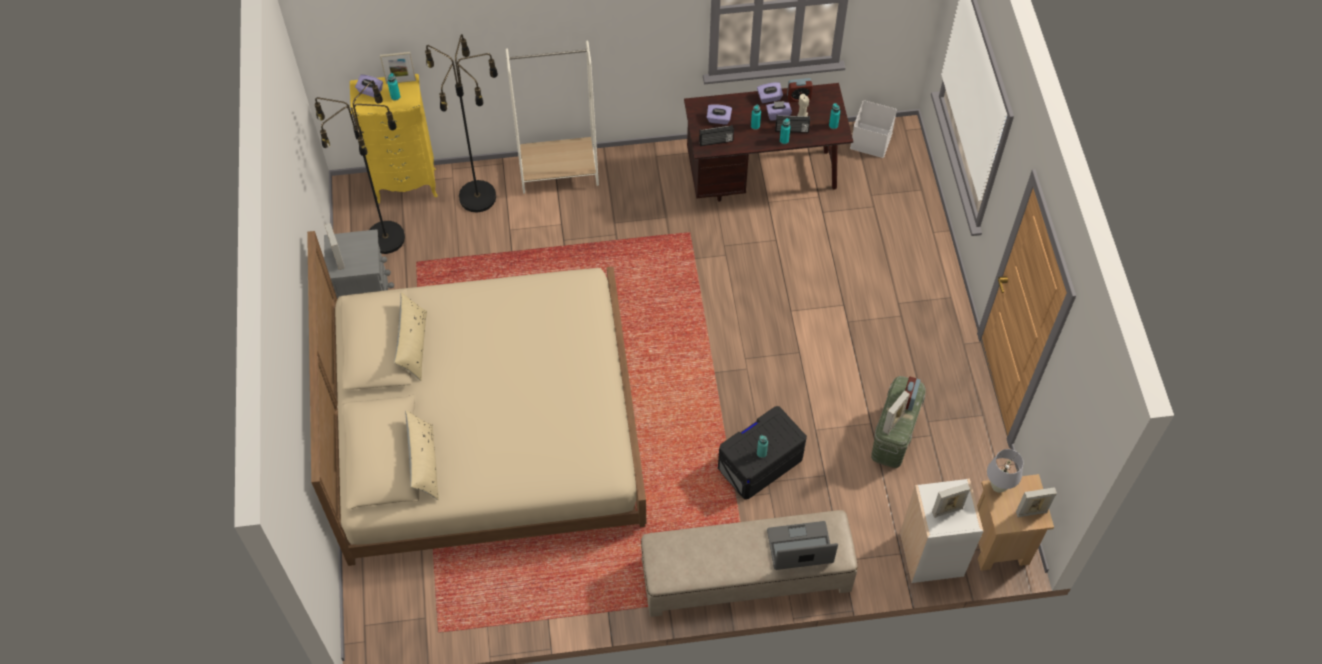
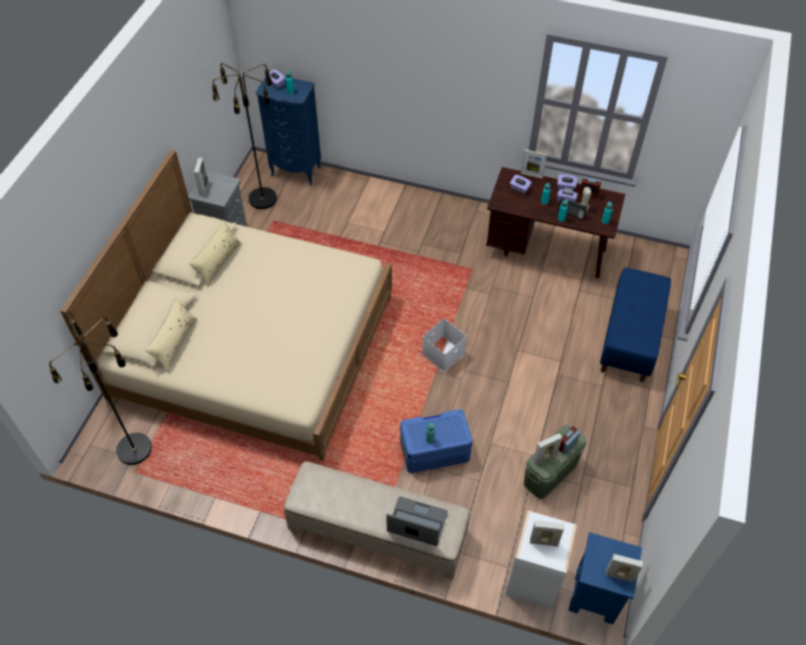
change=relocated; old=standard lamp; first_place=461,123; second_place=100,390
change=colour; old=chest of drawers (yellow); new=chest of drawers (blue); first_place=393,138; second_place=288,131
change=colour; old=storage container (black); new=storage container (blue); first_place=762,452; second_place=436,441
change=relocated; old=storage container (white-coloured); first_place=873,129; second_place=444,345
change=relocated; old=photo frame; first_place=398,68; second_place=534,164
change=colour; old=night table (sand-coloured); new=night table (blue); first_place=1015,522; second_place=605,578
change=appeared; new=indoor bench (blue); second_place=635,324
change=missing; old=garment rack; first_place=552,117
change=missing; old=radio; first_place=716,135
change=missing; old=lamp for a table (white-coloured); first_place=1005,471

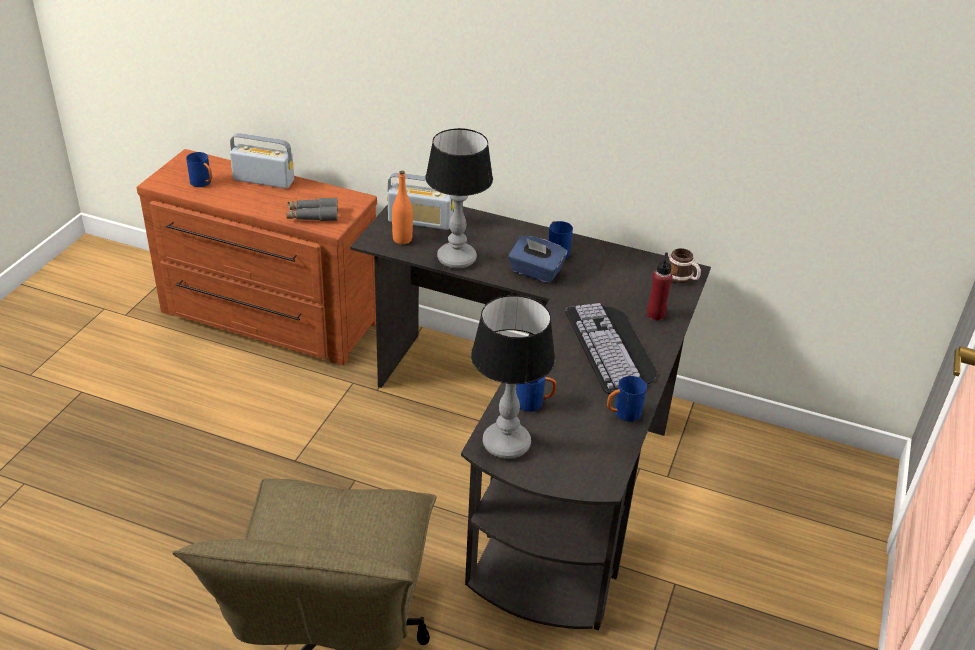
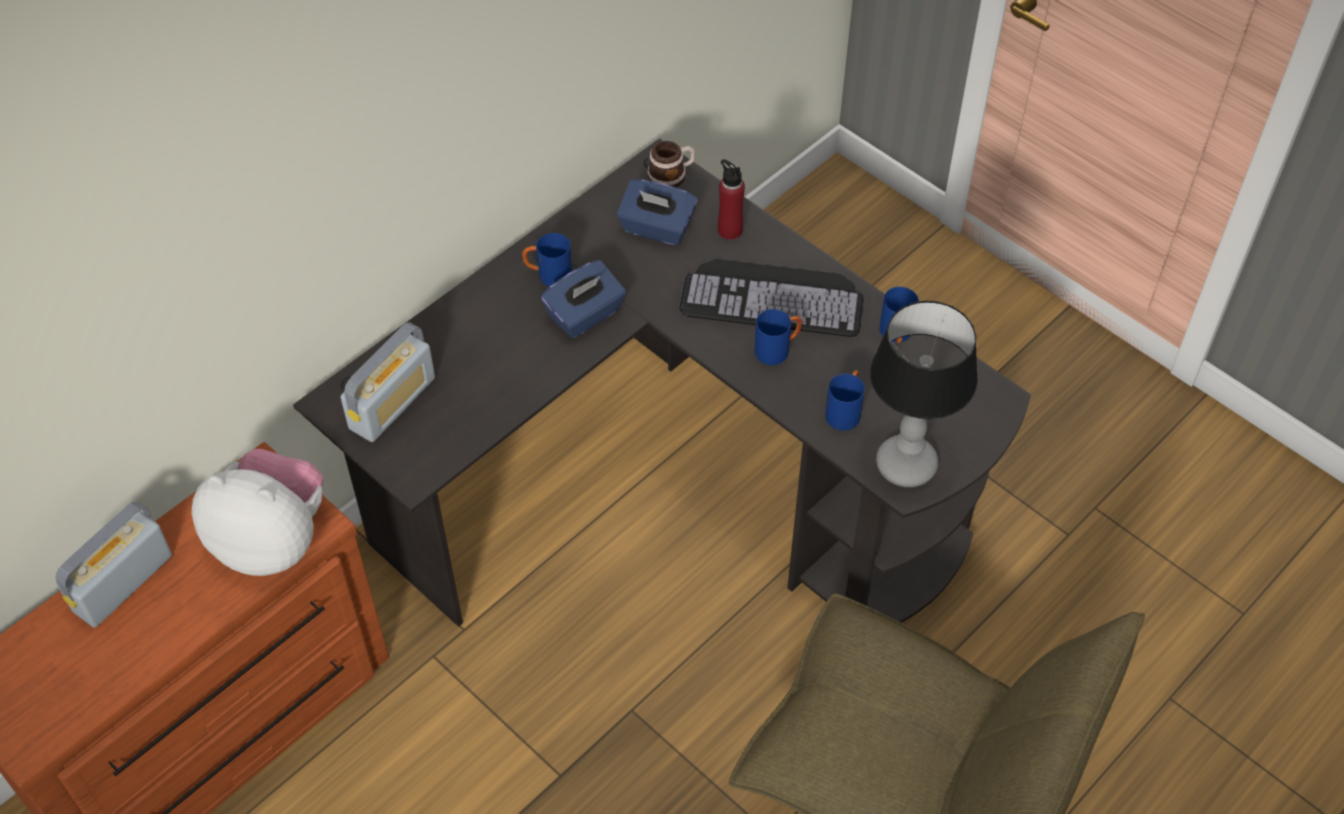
change=exchanged; old=pair of binoculars (gray); new=cuddly toy; first_place=312,209; second_place=257,512
change=appeared; new=box of tissues (blue); second_place=657,212
change=relocated; old=mug (blue); first_place=199,169; second_place=778,337
change=missing; old=beverage bottle (orange); first_place=402,207
change=missing; old=lamp for a table; first_place=459,198

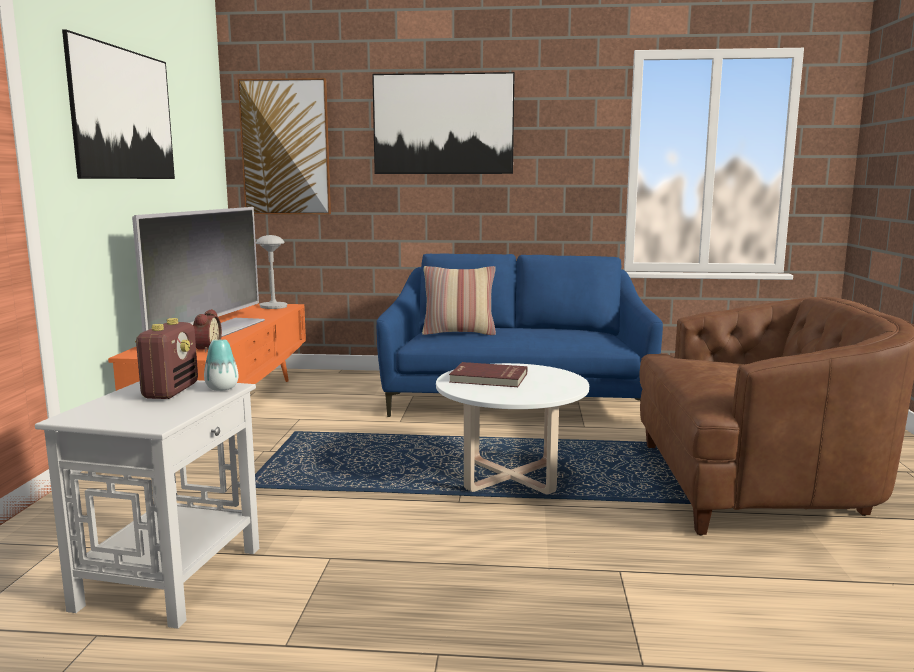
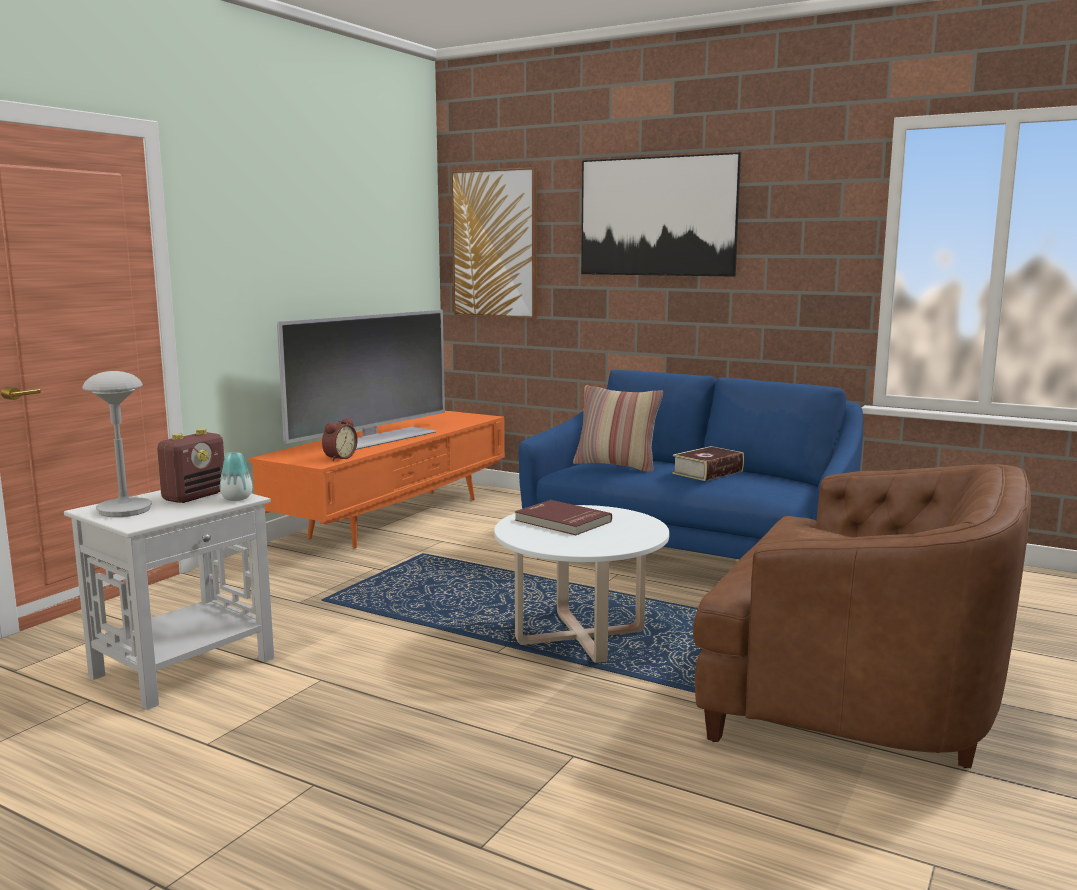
change=relocated; old=lamp for a table (gray); first_place=271,272; second_place=117,444
change=appeared; new=bound book; second_place=708,463
change=missing; old=wall picture; first_place=118,104

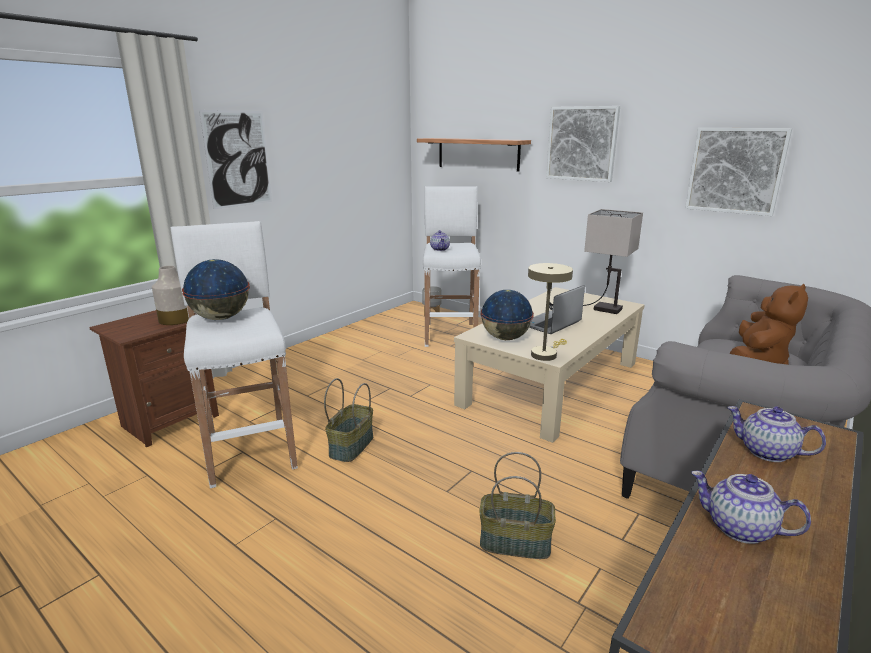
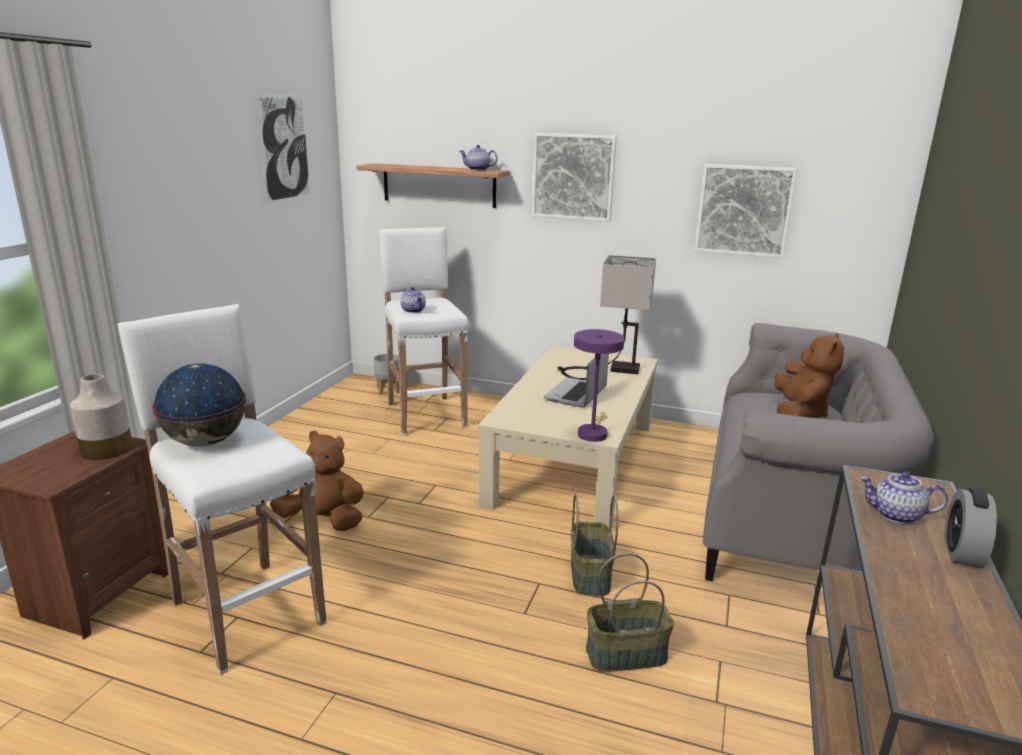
change=relocated; old=wall picture; first_place=235,159; second_place=283,148
change=appeared; new=cuddly toy (brownish); second_place=317,481
change=relocated; old=tea pot; first_place=751,507; second_place=478,157
change=relocated; old=household basket; first_place=348,420; second_place=594,545
change=colour; old=lamp for a table (sand-coloured); new=lamp for a table (purplish); first_place=550,312; second_place=599,385
change=appeared; new=table clock; second_place=970,527
change=missing; old=globe; first_place=507,315

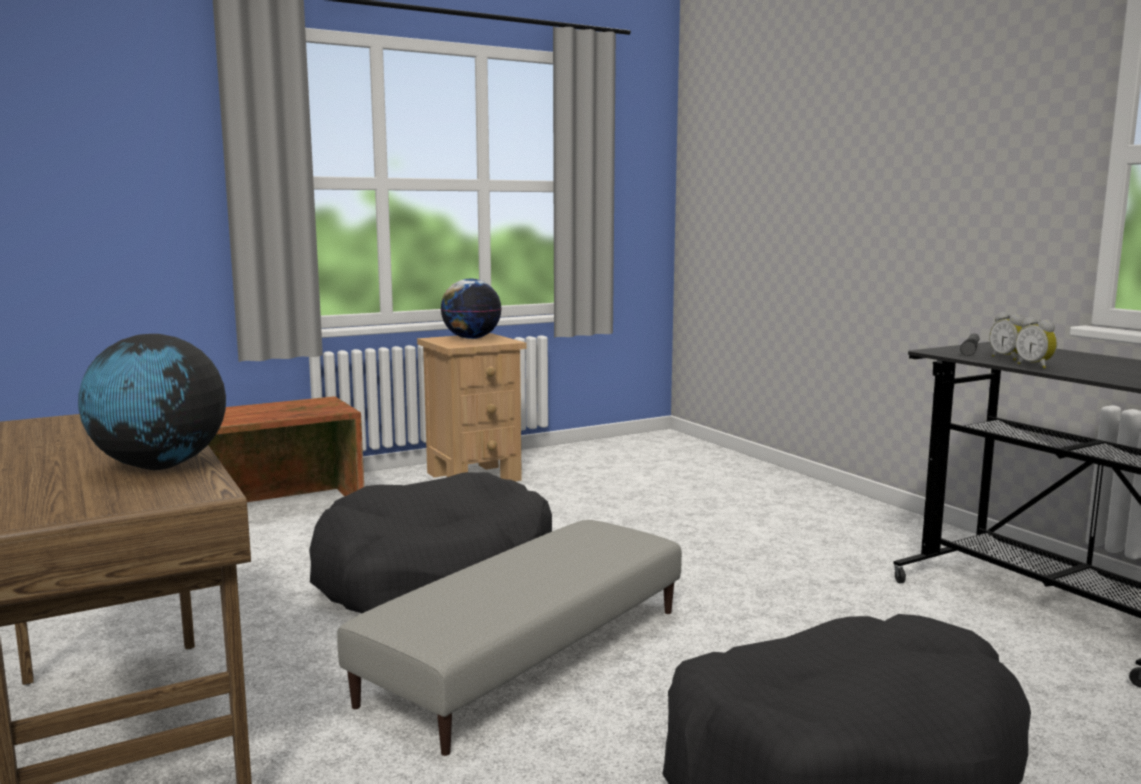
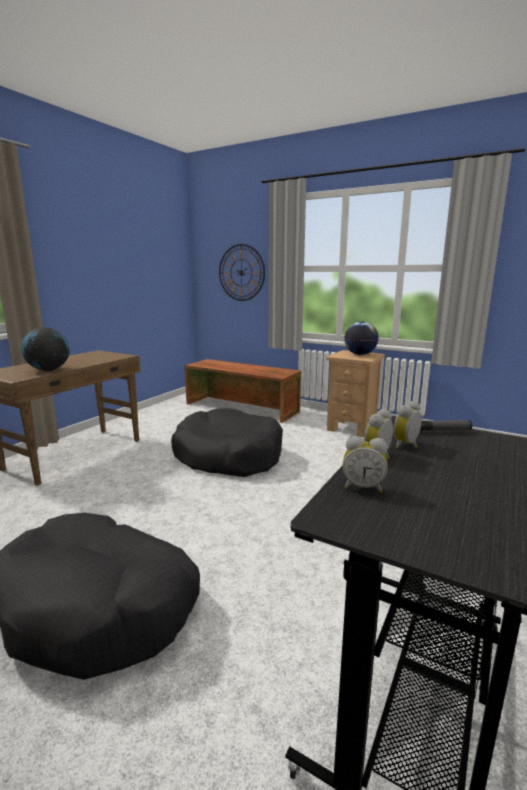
change=appeared; new=wall clock; second_place=242,272
change=appeared; new=table clock; second_place=365,464
change=missing; old=ottoman (gray); first_place=509,638

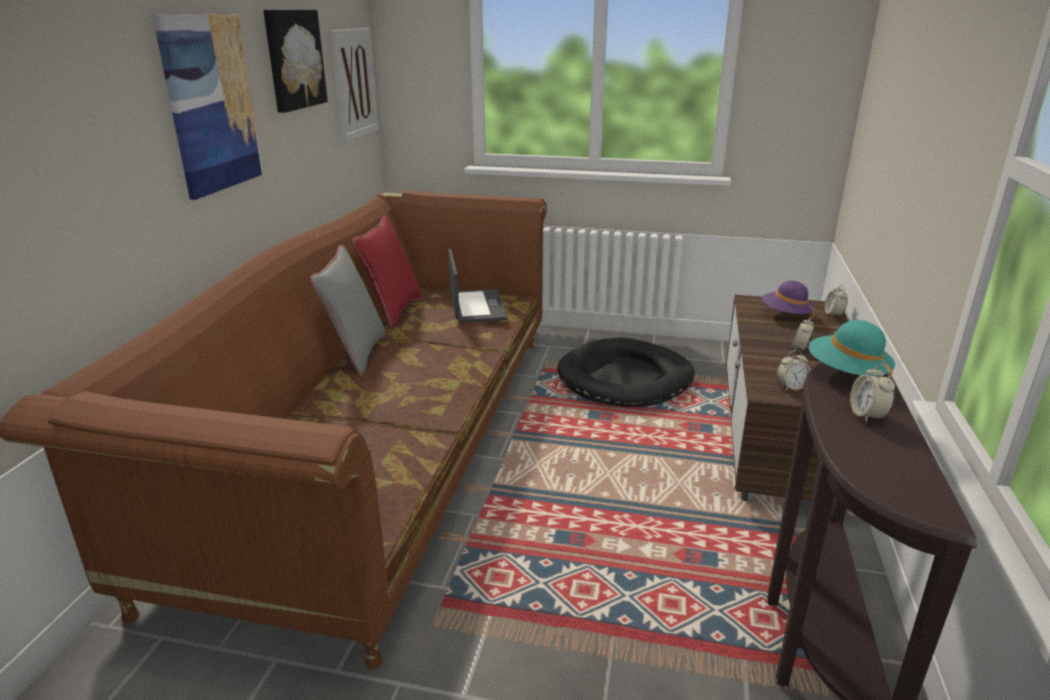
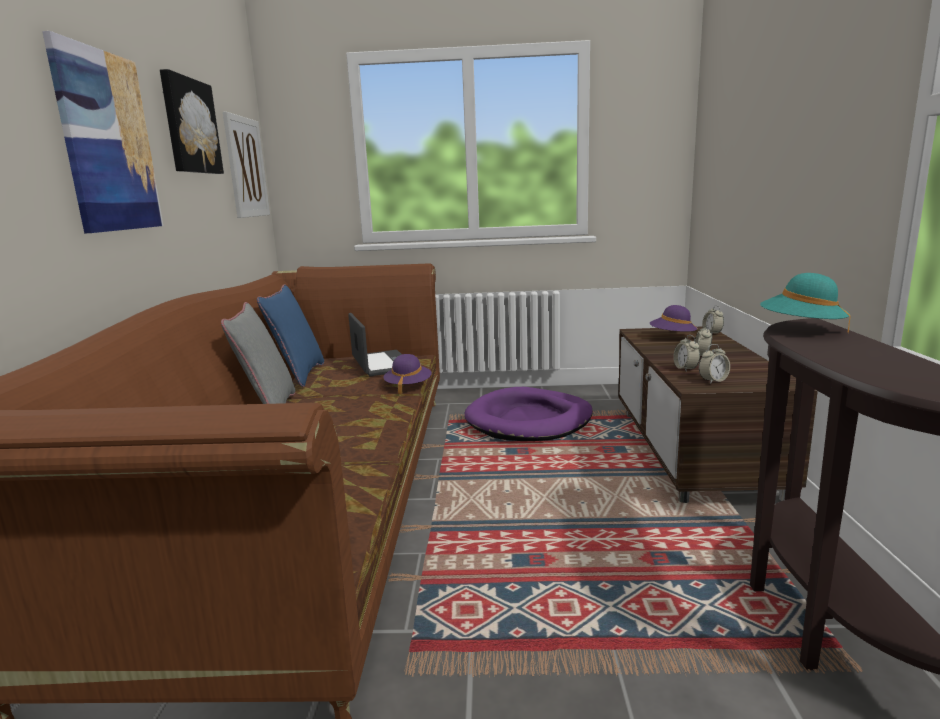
change=colour; old=cushion (red); new=cushion (blue); first_place=387,271; second_place=290,335
change=appeared; new=clothing hat (purplish); second_place=408,374
change=colour; old=dog bed (black); new=dog bed (purplish); first_place=626,372; second_place=528,414
change=relocated; old=table clock; first_place=872,393; second_place=686,353

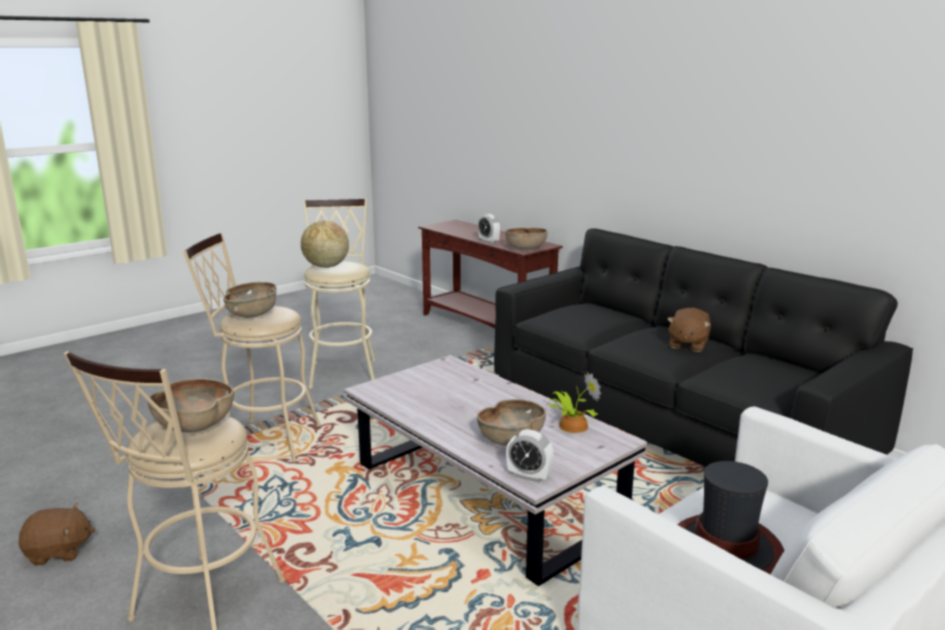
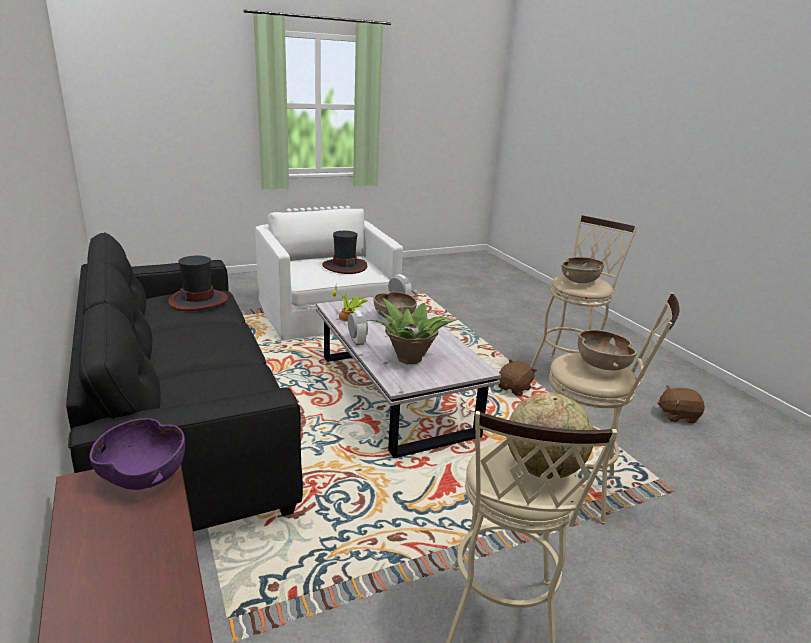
change=colour; old=deep dish (brownish); new=deep dish (purplish); first_place=526,238; second_place=137,454
change=appeared; new=clothing hat; second_place=198,283
change=relocated; old=table clock; first_place=489,229; second_place=358,328
change=appeared; new=potted plant; second_place=413,331
change=relocated; old=cuddly toy (brownish); first_place=689,330; second_place=517,377

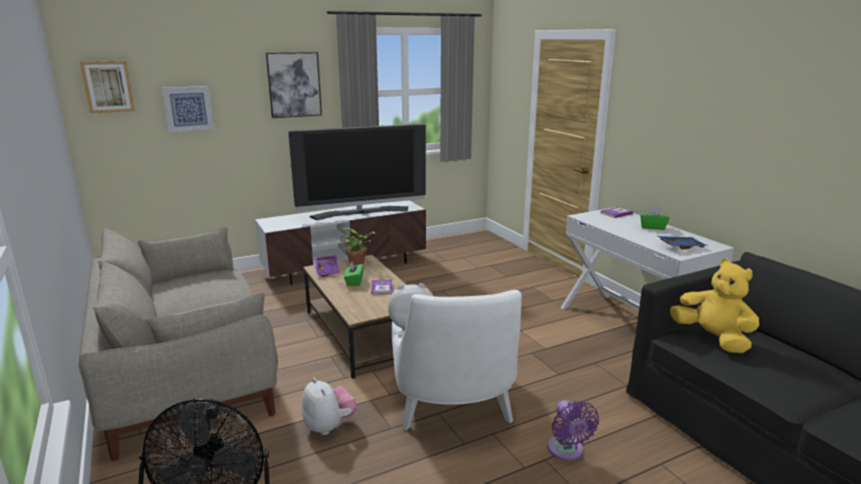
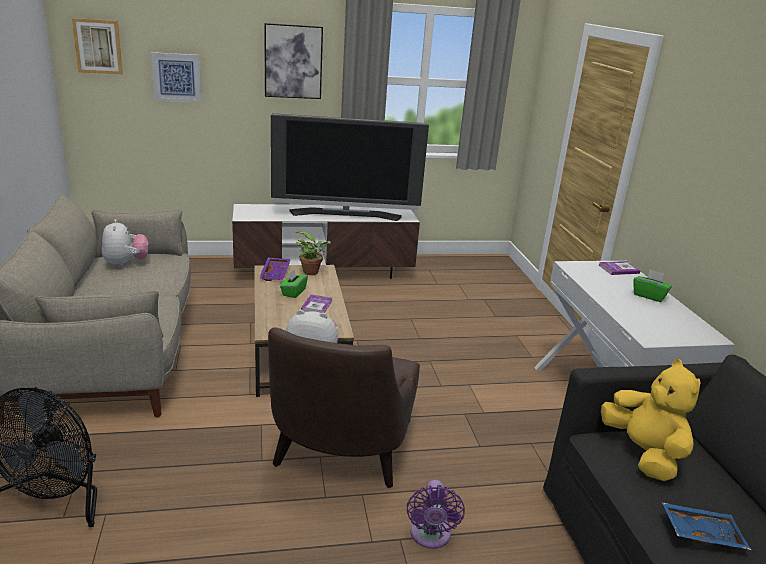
change=relocated; old=cuddly toy; first_place=329,406; second_place=125,243
change=colour; old=armchair (white-coloured); new=armchair (brownish); first_place=457,360; second_place=344,407
change=relocated; old=tray (blue); first_place=683,243; second_place=706,526

